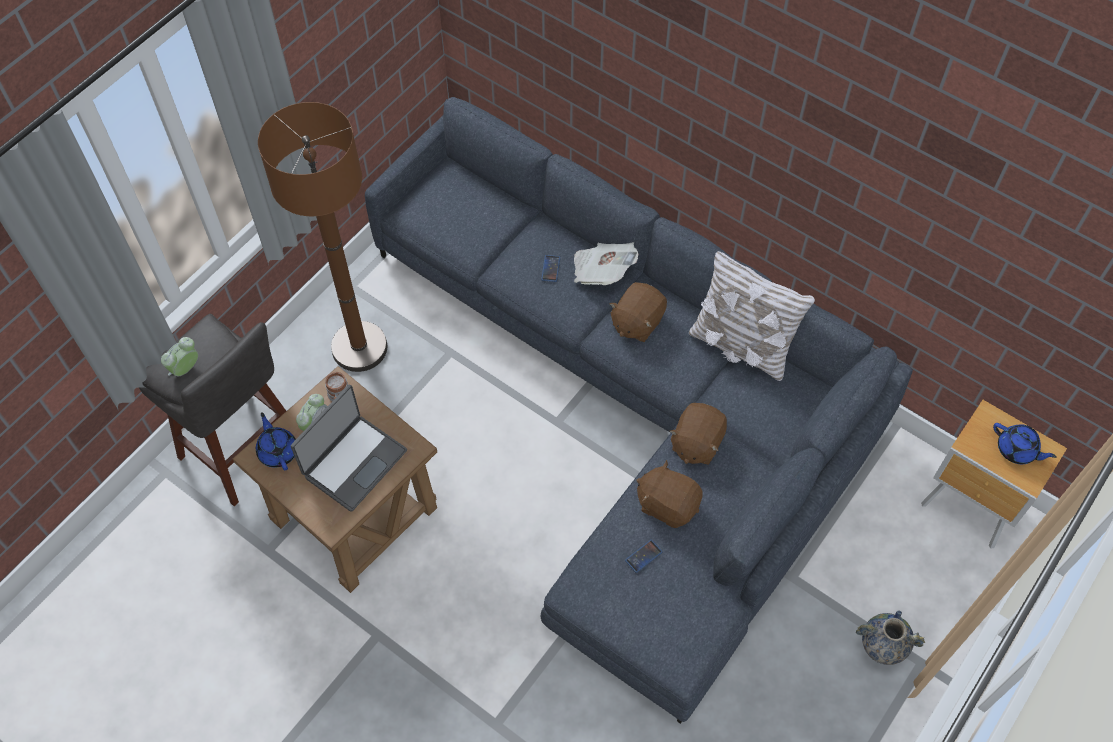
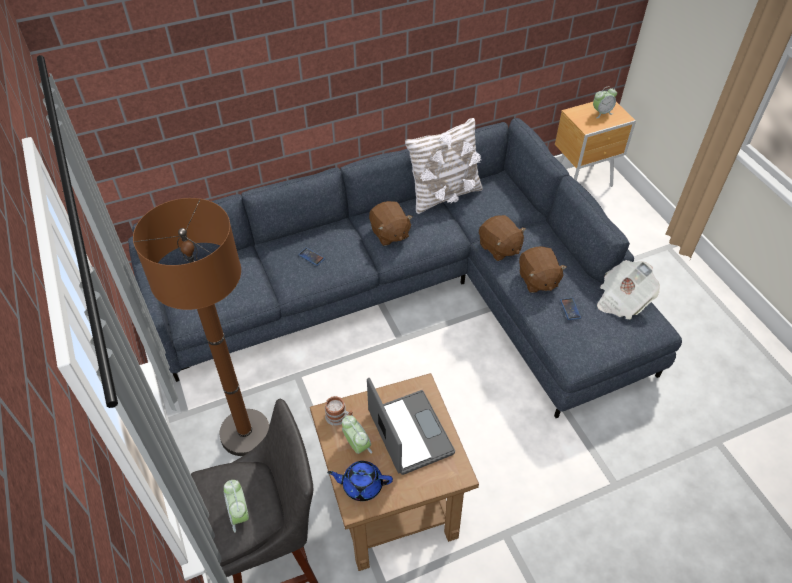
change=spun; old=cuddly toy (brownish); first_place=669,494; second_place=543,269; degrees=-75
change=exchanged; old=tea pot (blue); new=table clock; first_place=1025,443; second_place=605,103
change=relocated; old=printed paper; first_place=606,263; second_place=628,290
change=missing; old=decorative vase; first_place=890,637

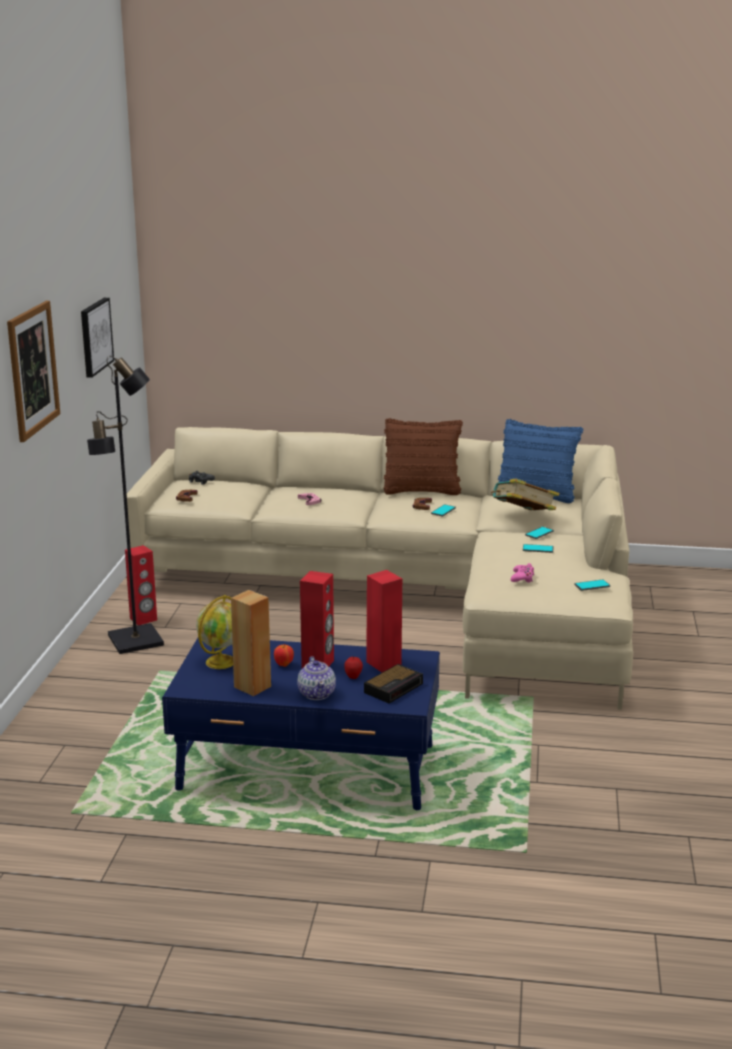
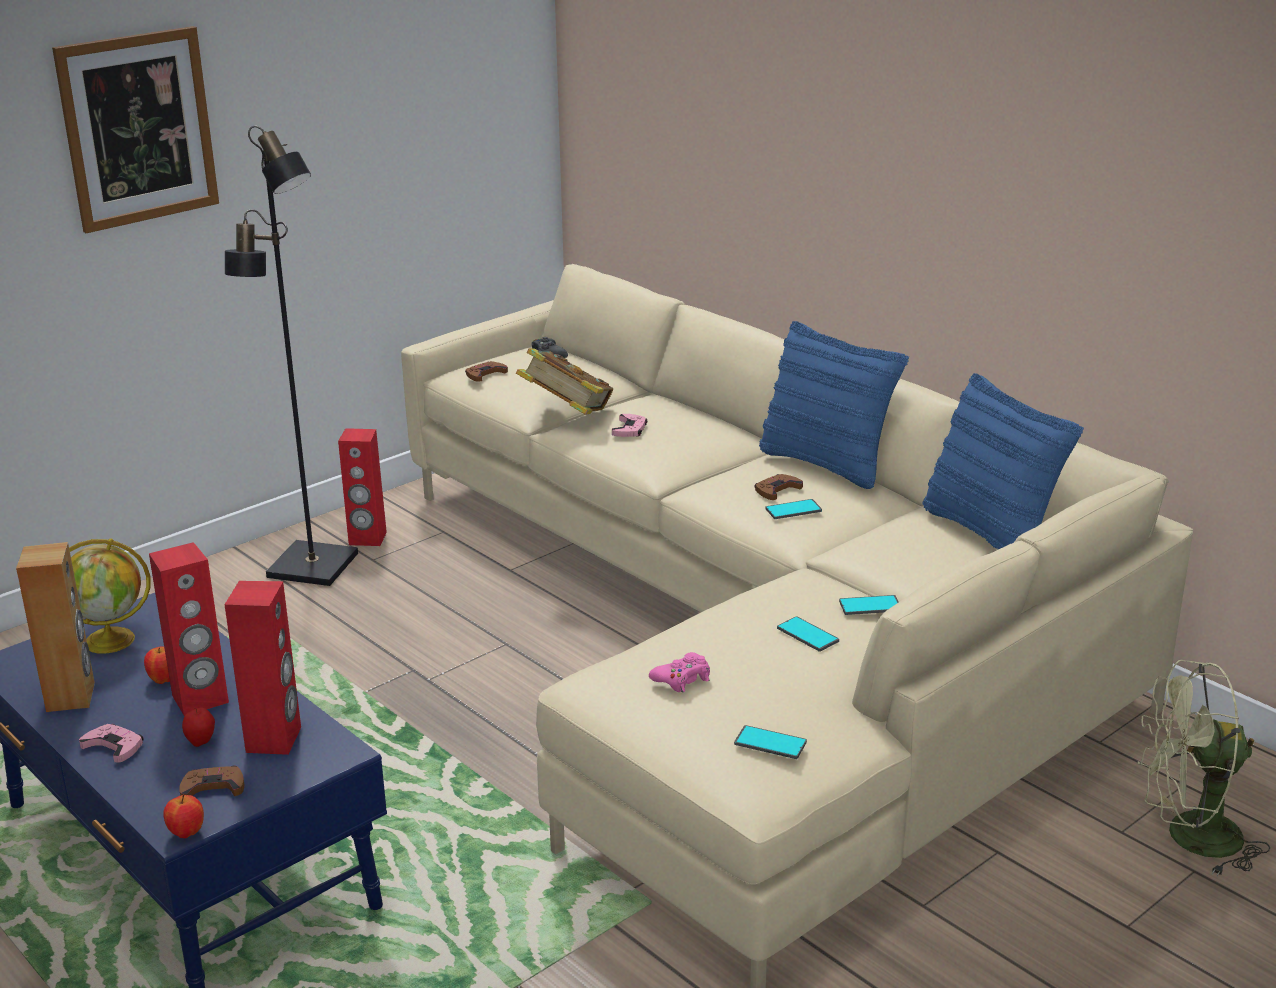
change=exchanged; old=tea pot; new=gamepad (pink-coloured); first_place=316,678; second_place=111,743
change=appeared; new=apple fruit; second_place=183,816
change=exchanged; old=table clock; new=gamepad (brownish); first_place=393,684; second_place=211,780
change=relocated; old=bound book; first_place=525,494; second_place=564,381
change=colour; old=cushion (brownish); new=cushion (blue); first_place=423,456; second_place=834,405
change=appeared; new=cooling fan (green-coloured); second_place=1204,768
change=missing; old=wall picture; first_place=97,338

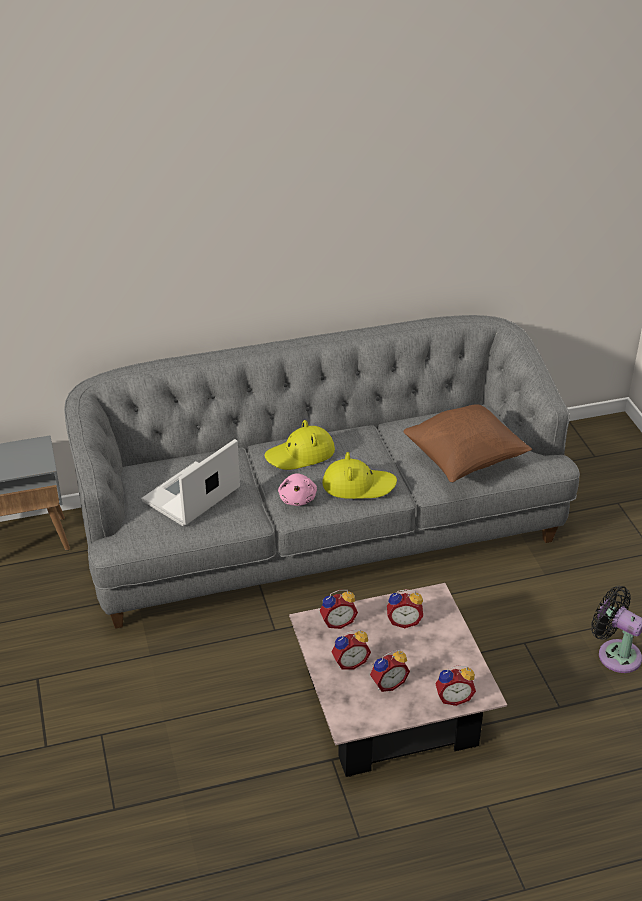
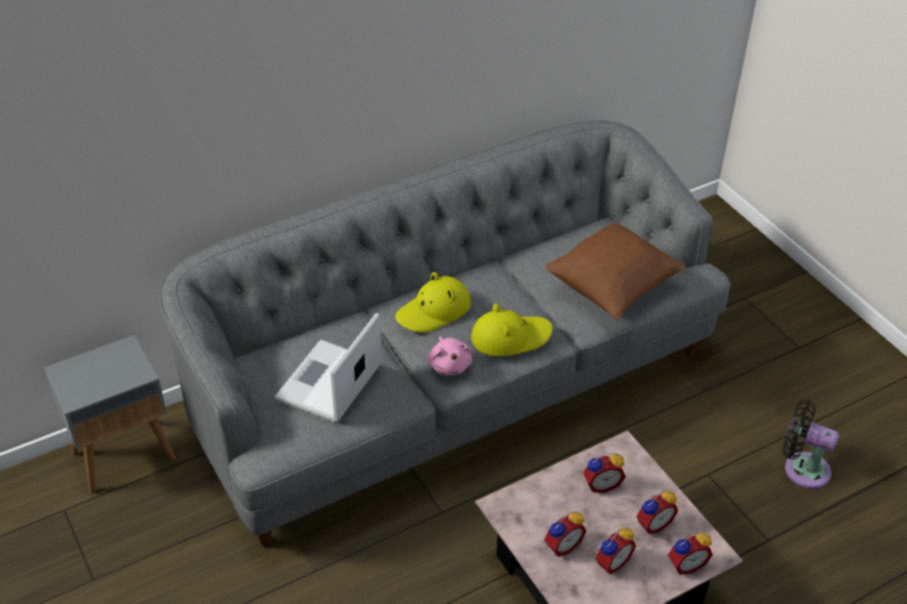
change=relocated; old=table clock; first_place=339,609; second_place=657,512

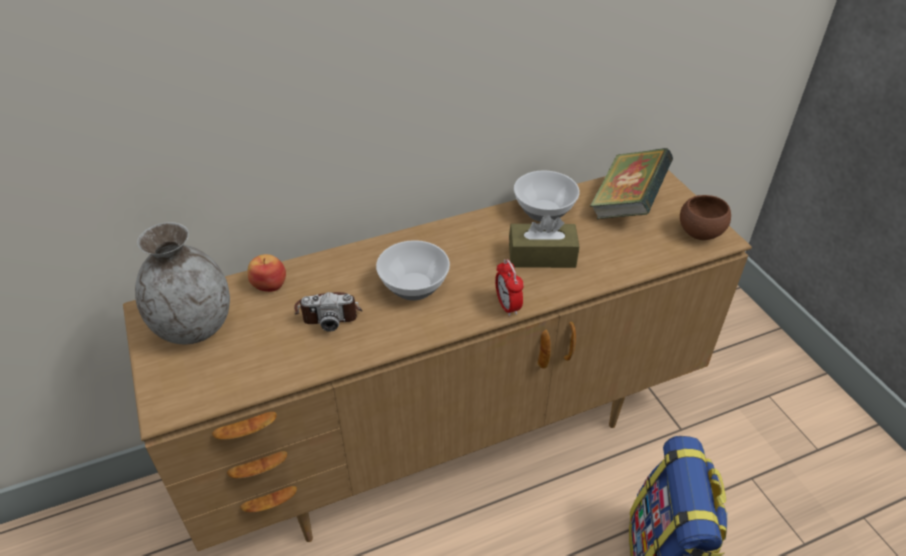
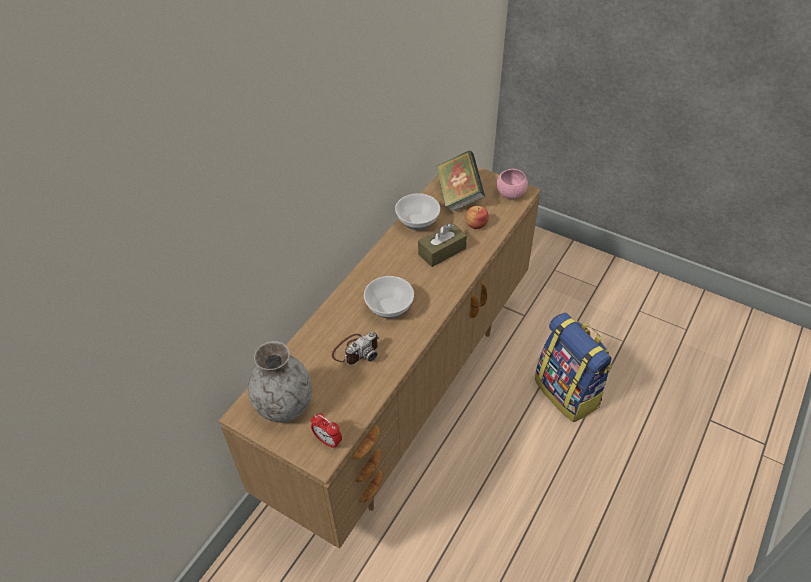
change=relocated; old=table clock; first_place=509,287; second_place=326,431
change=relocated; old=apple fruit; first_place=267,273; second_place=477,217
change=colour; old=deep dish (brownish); new=deep dish (pink-coloured); first_place=705,217; second_place=512,184

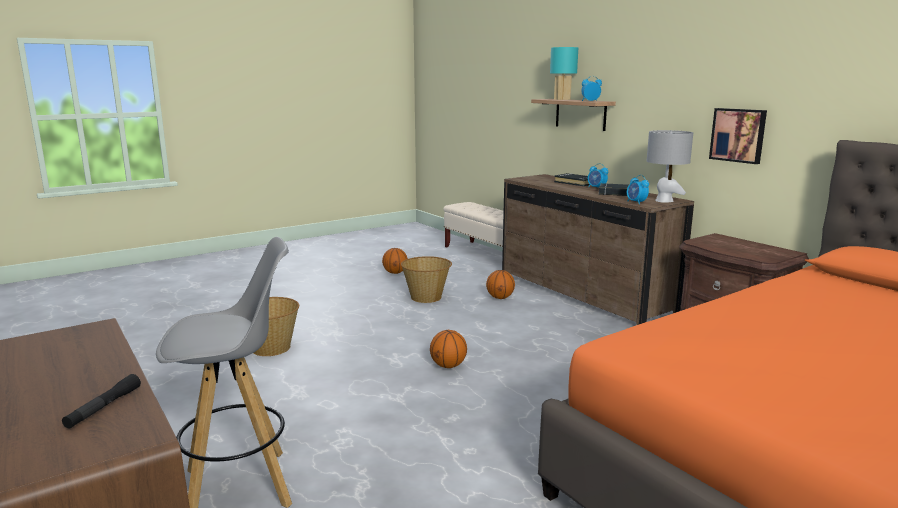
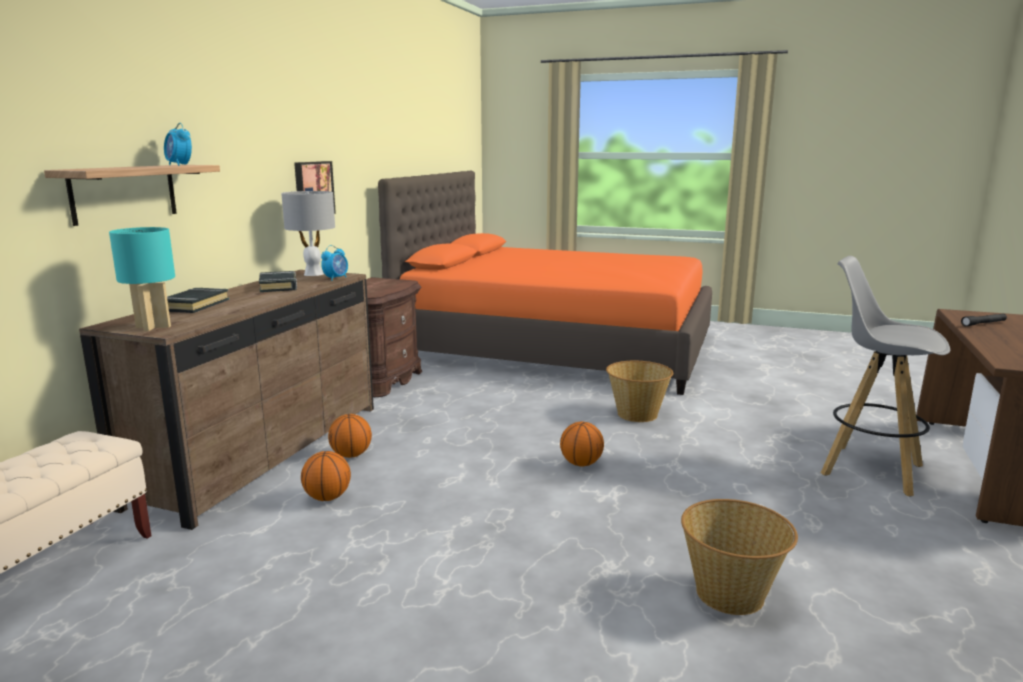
change=relocated; old=lamp for a table (turquoise-coloured); first_place=564,73; second_place=142,279
change=relocated; old=basketball; first_place=395,261; second_place=350,436
change=relocated; old=household basket; first_place=426,279; second_place=639,391
change=missing; old=table clock; first_place=598,175

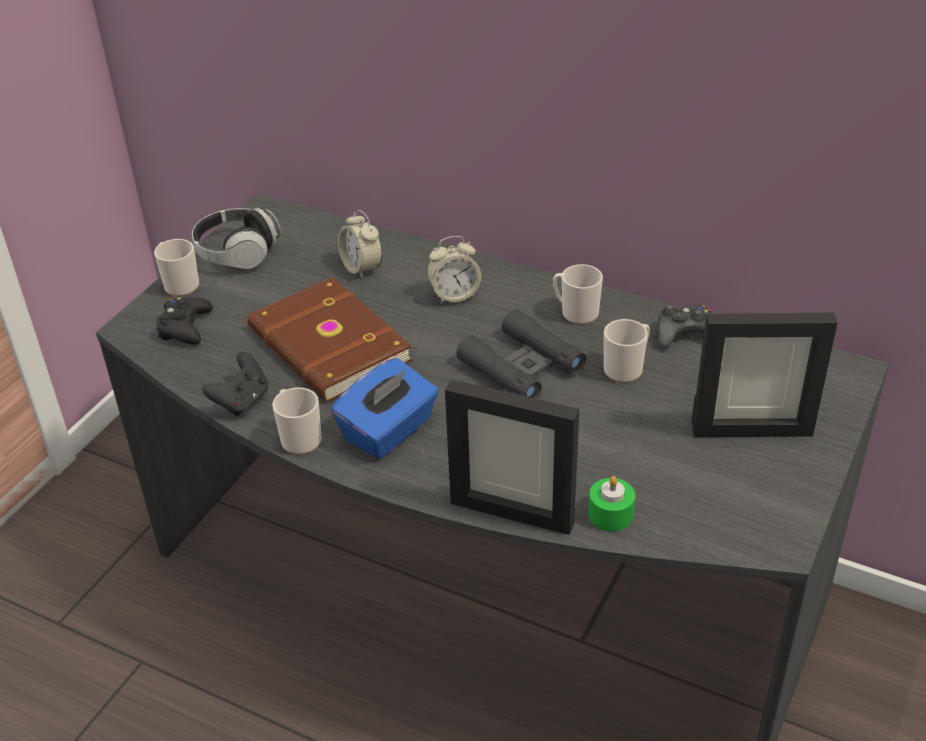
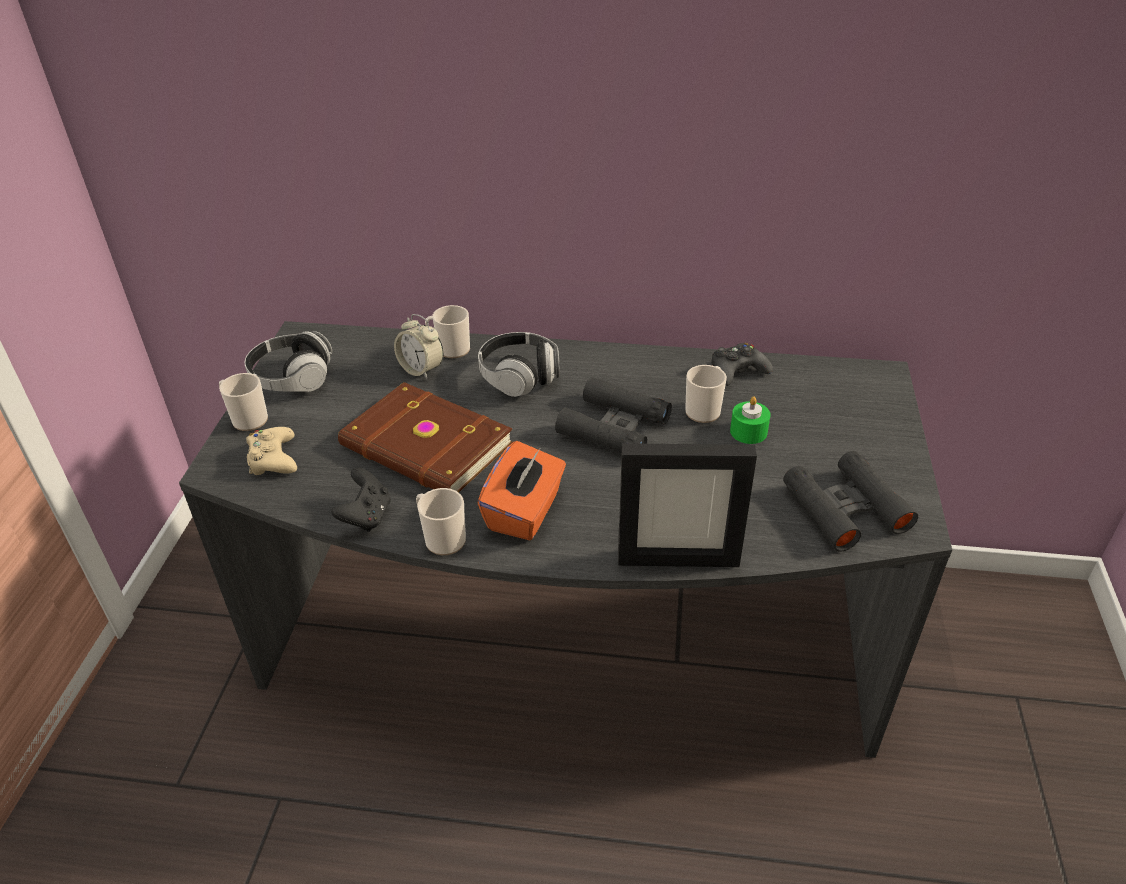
change=colour; old=gamepad (black); new=gamepad (sand-coloured); first_place=184,321; second_place=271,451
change=relocated; old=mug; first_place=578,294; second_place=447,331
change=exchanged; old=table clock; new=headphones; first_place=454,270; second_place=519,364
change=colour; old=box of tissues (blue); new=box of tissues (orange); first_place=385,408; second_place=522,490
change=relocated; old=wax light (green-coloured); first_place=612,504; second_place=750,420
change=appeared; new=pair of binoculars (black); second_place=850,501
change=missing; old=photo frame; first_place=764,375

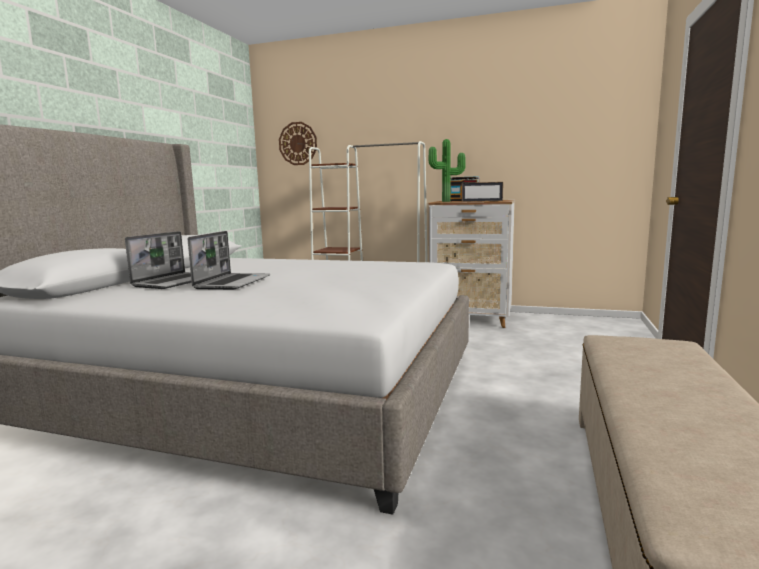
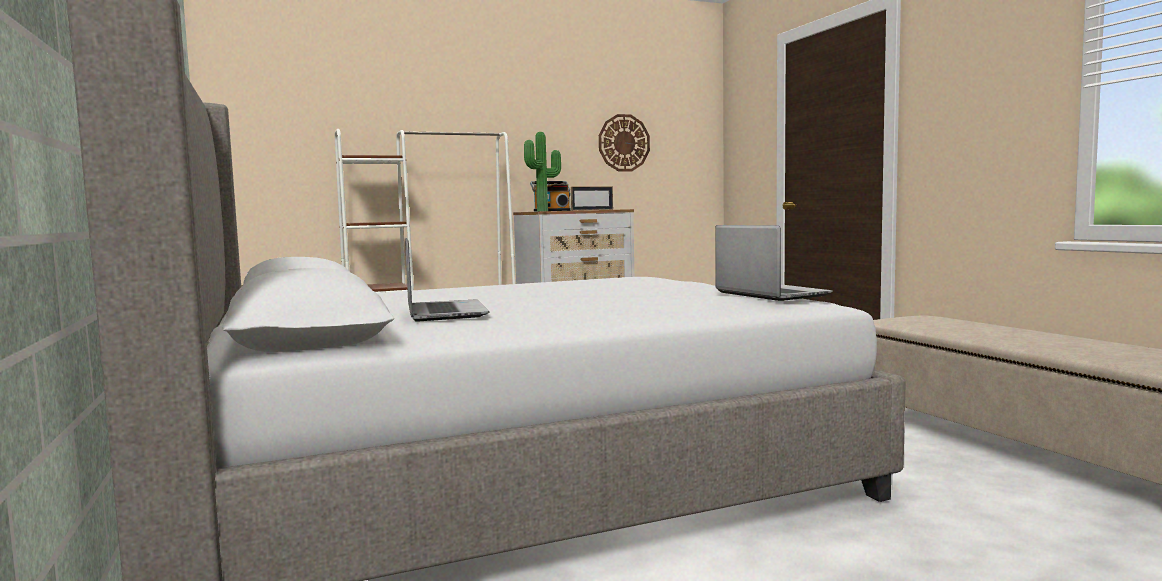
change=relocated; old=wall clock; first_place=298,143; second_place=624,142
change=relocated; old=laptop; first_place=229,260; second_place=774,263

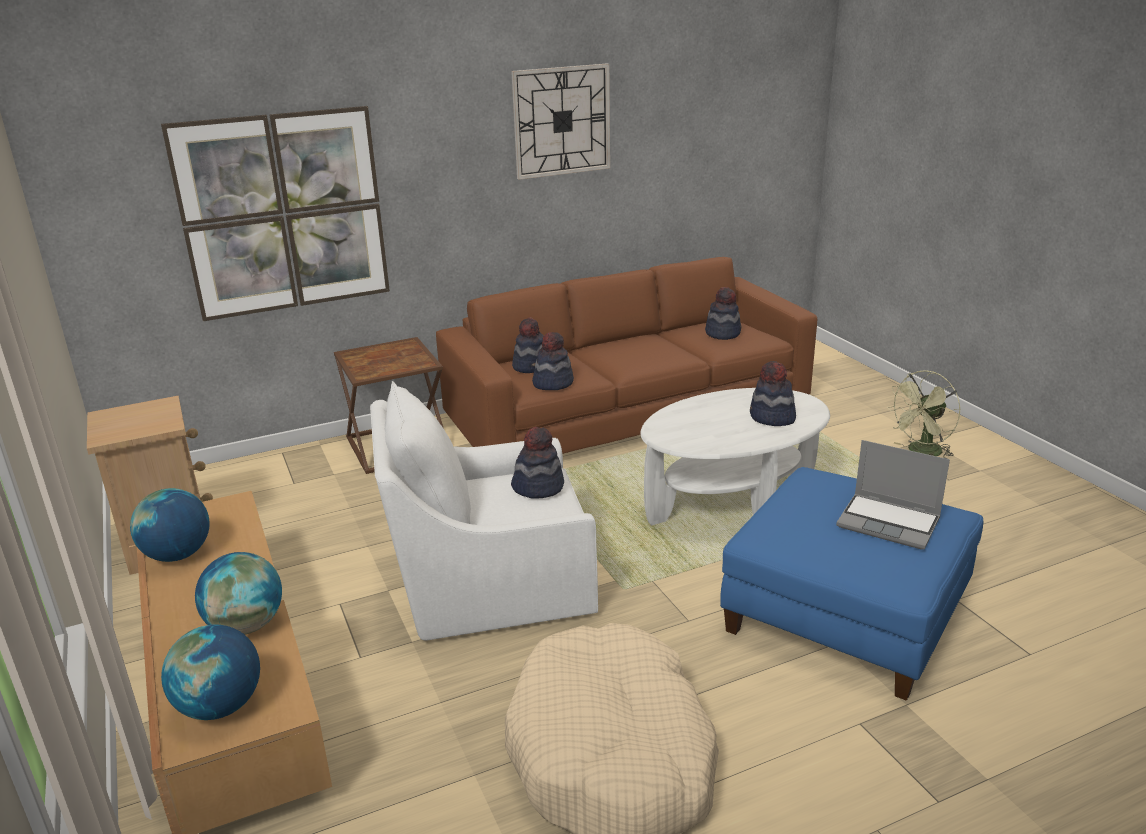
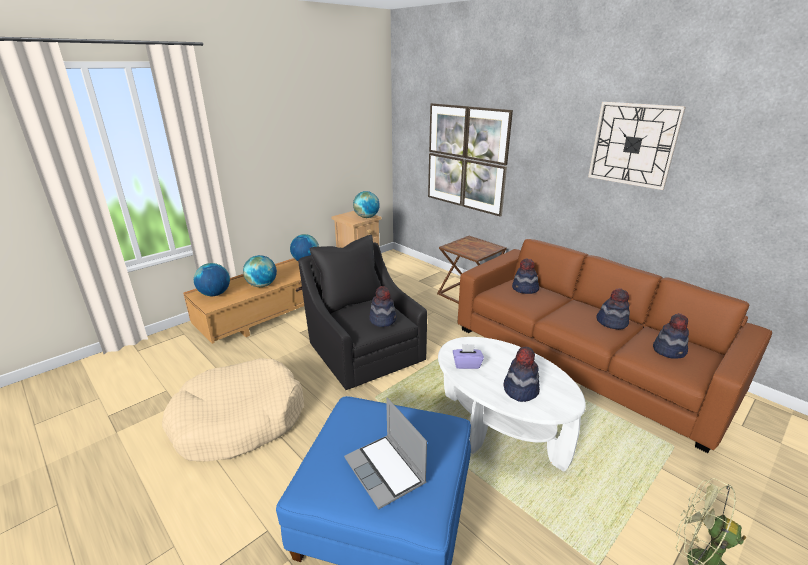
change=colour; old=armchair (white-coloured); new=armchair (black); first_place=484,510; second_place=362,312
change=spun; old=laptop; first_place=893,495; second_place=385,453; degrees=-45
change=appeared; new=globe; second_place=366,204
change=appeared; new=box of tissues (purplish); second_place=468,356
change=relocated; old=clothing hat; first_place=553,361; second_place=613,309

